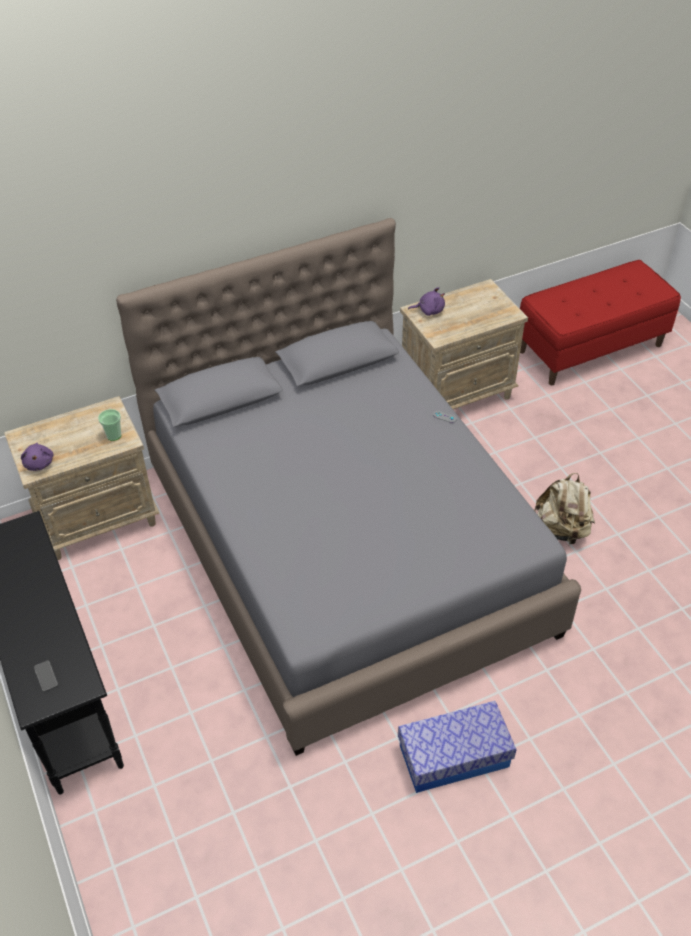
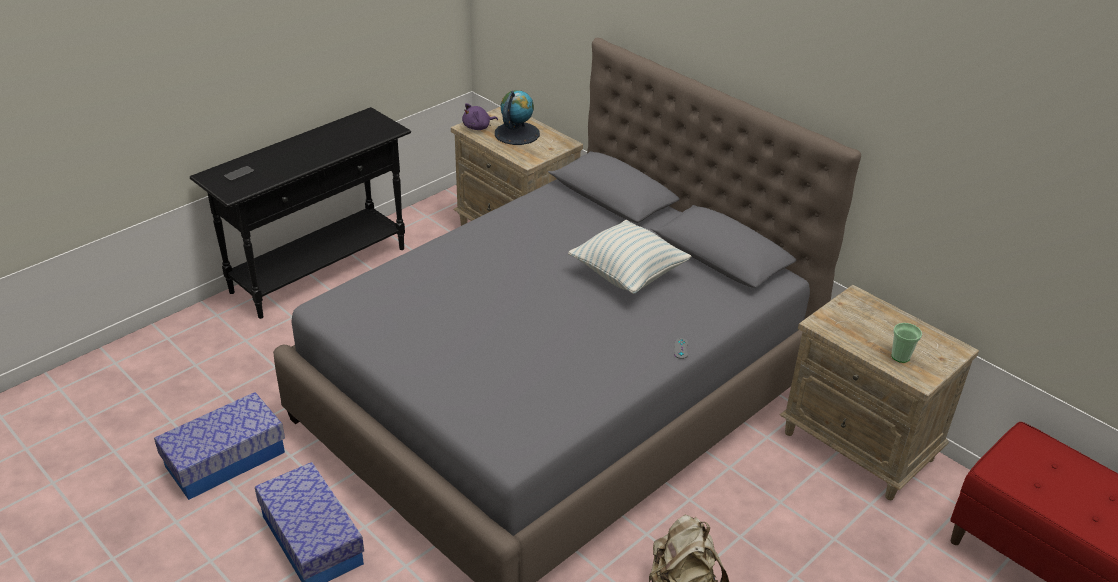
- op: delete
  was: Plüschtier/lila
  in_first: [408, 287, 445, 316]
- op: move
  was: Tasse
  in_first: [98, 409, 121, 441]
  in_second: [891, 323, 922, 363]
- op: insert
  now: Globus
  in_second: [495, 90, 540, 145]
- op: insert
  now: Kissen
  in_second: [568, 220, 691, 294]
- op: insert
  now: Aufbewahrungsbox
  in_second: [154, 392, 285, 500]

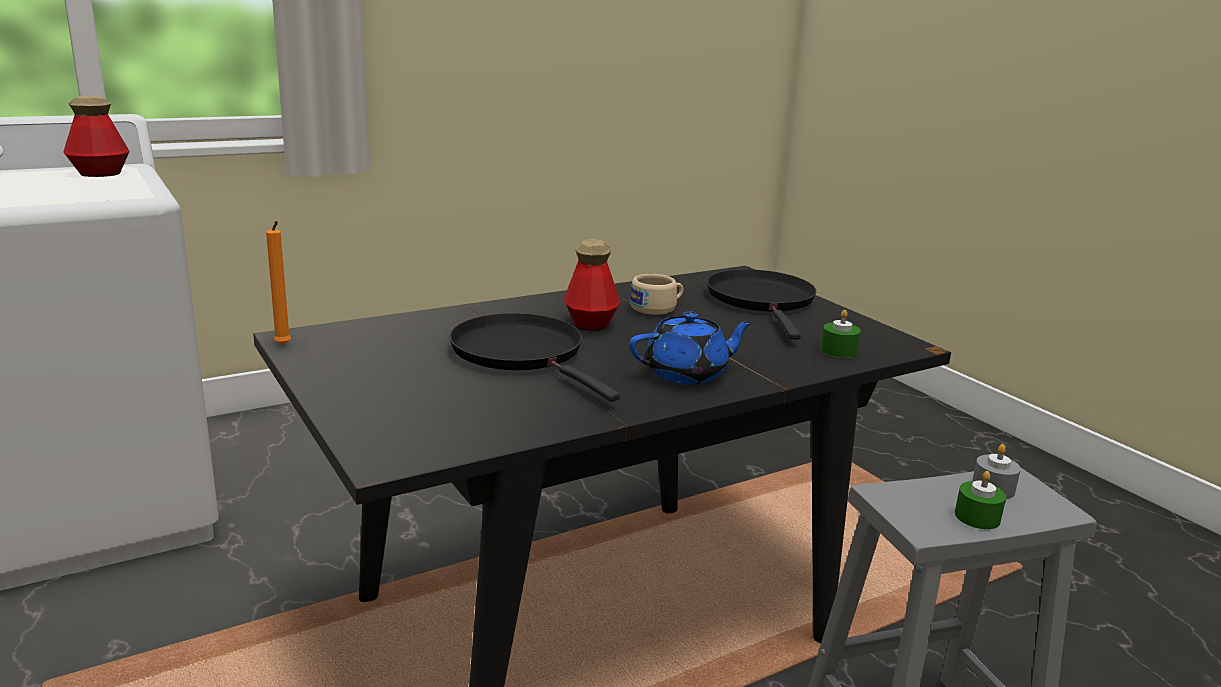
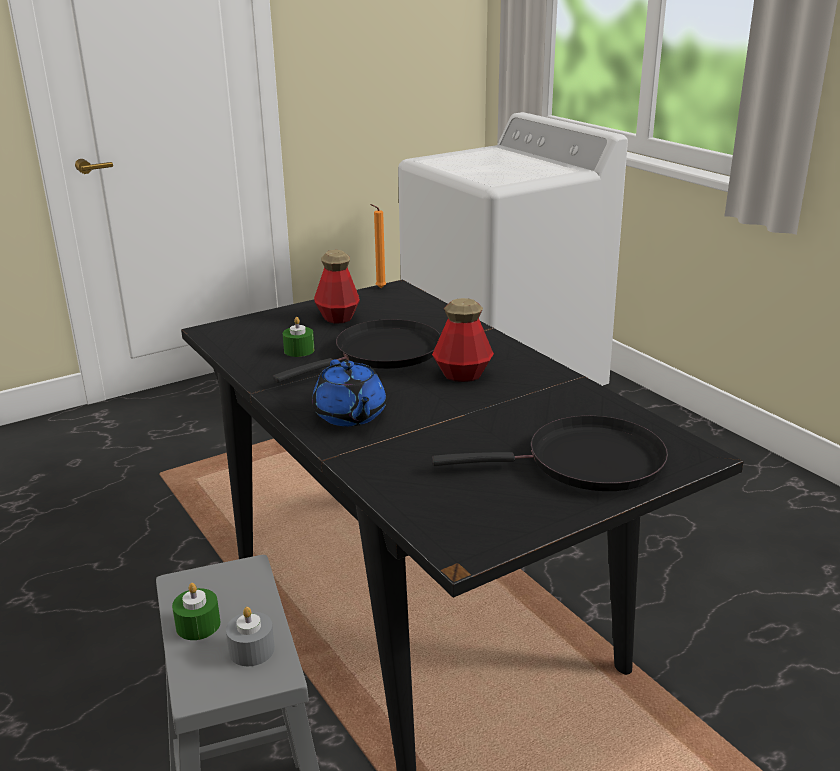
- op: move
  was: Flasche
  in_first: [63, 96, 130, 177]
  in_second: [314, 250, 360, 324]
- op: delete
  was: Tasse/beige
  in_first: [629, 274, 683, 315]
- op: move
  was: Kerze/grün
  in_first: [820, 310, 861, 358]
  in_second: [283, 317, 314, 357]

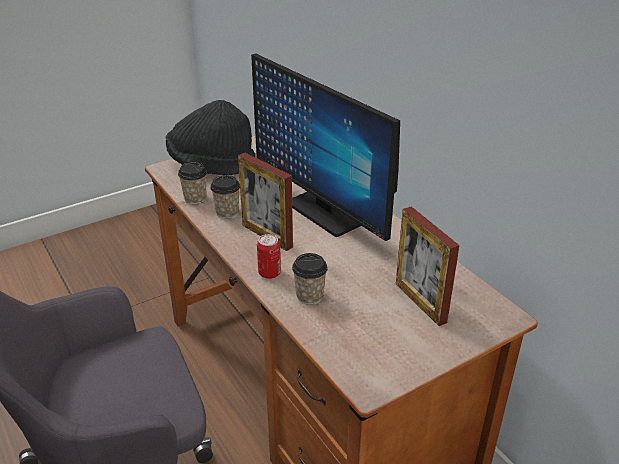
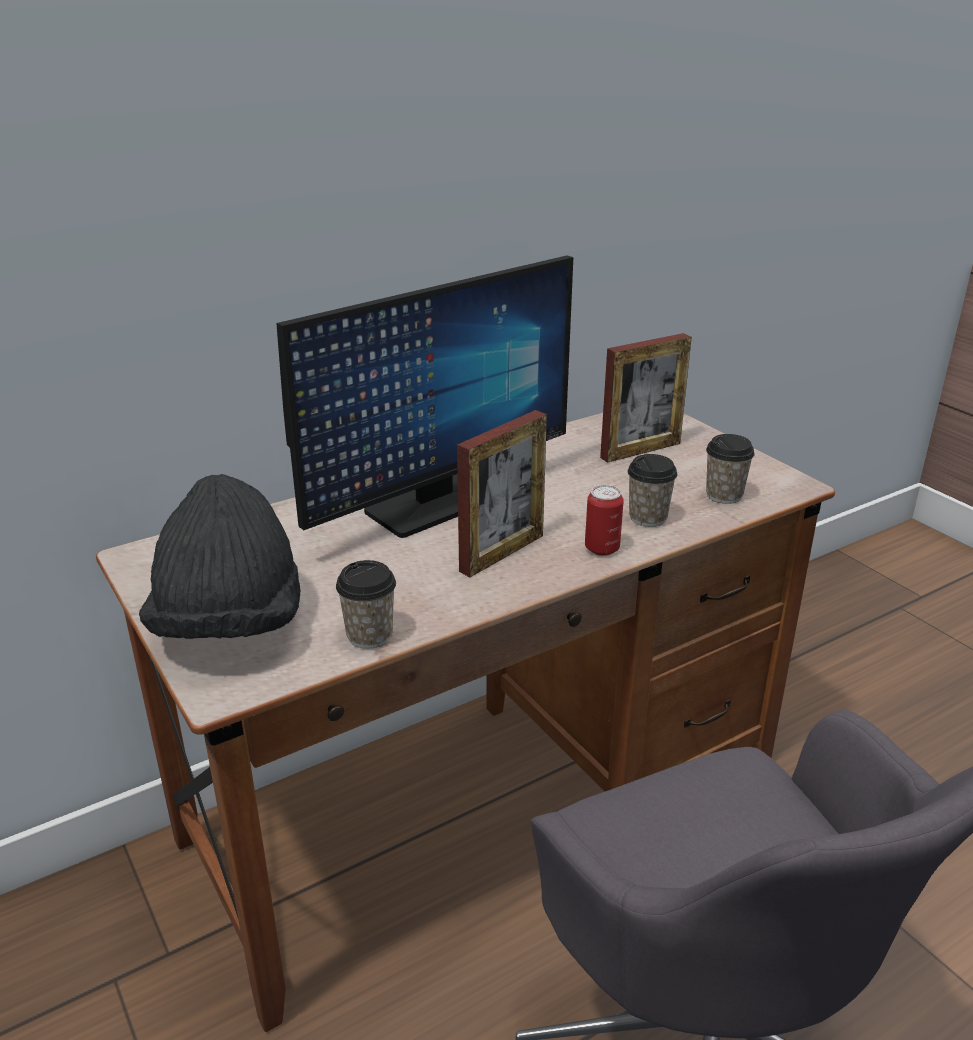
- op: move
  was: Tasse
  in_first: [210, 175, 240, 219]
  in_second: [706, 434, 755, 504]

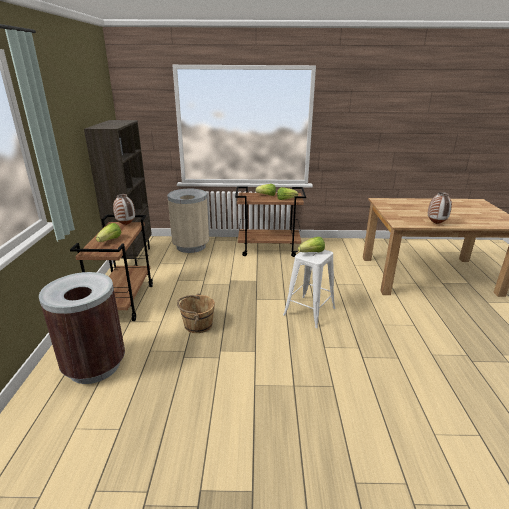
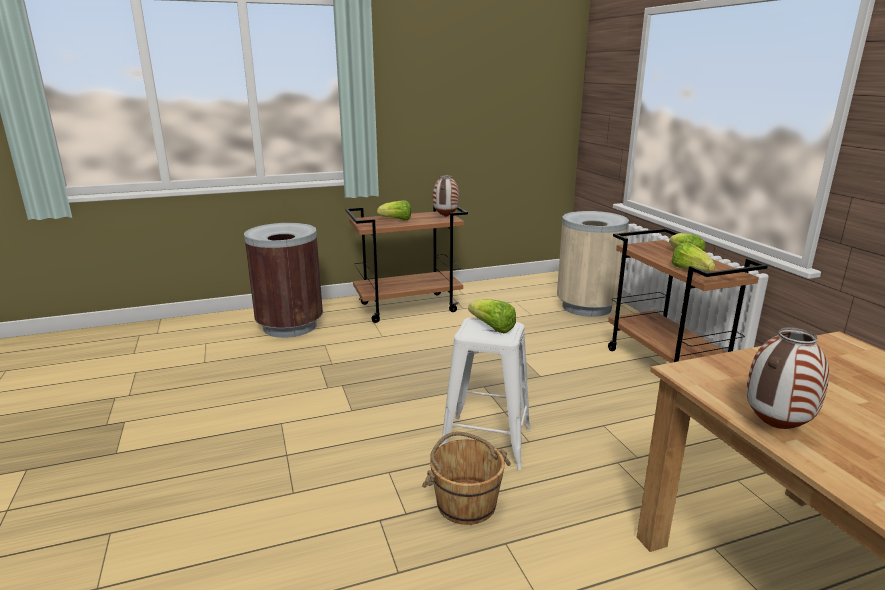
- op: delete
  was: Bücherregal/braun
  in_first: [84, 120, 152, 268]
- op: move
  was: Eimer/braun
  in_first: [177, 294, 215, 333]
  in_second: [422, 432, 511, 525]

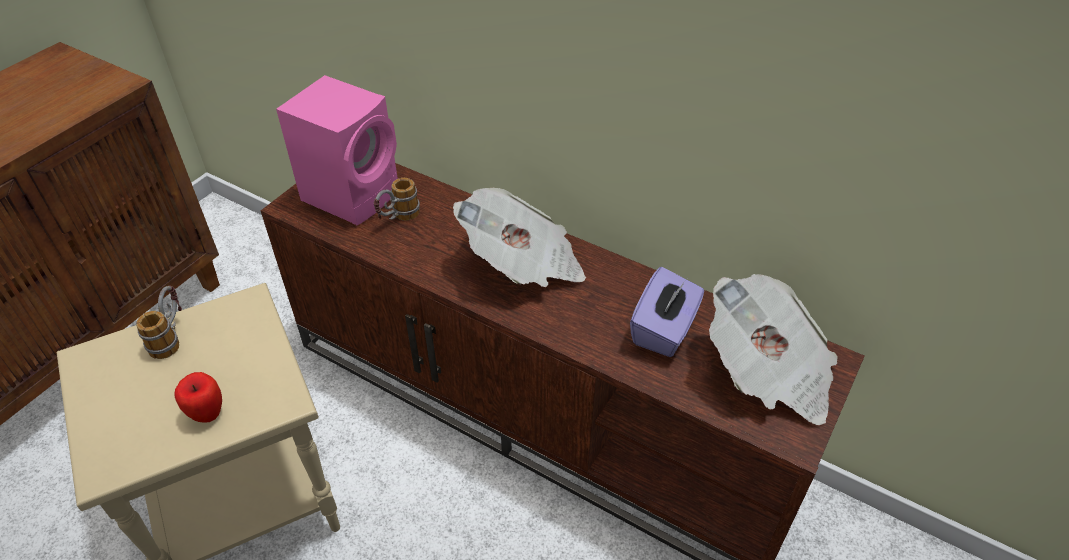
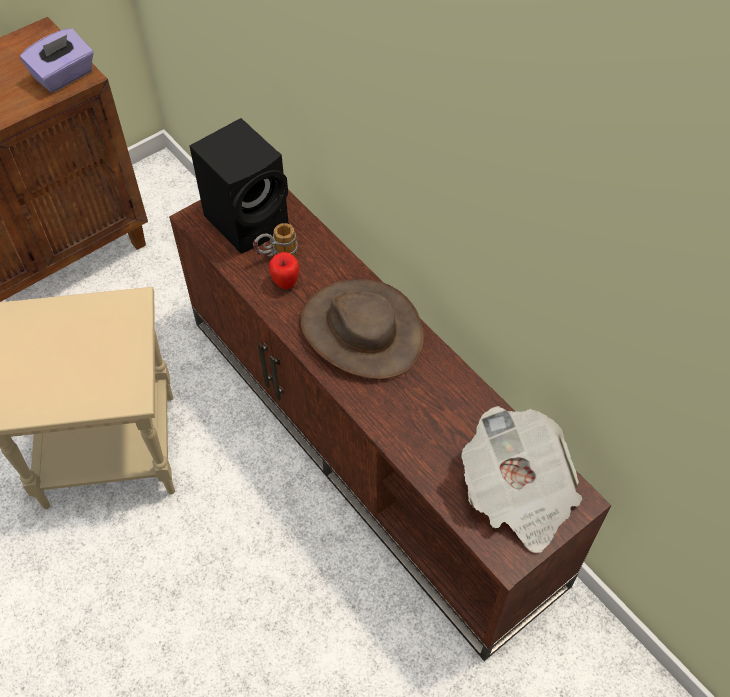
- op: recolor
  was: Lautsprecher/rosa
  now: Lautsprecher/schwarz
  in_first: [276, 75, 398, 226]
  in_second: [189, 118, 289, 254]
- op: replace
  was: Zeitung
  now: Hut/braun
  in_first: [453, 188, 586, 287]
  in_second: [300, 279, 424, 380]
- op: move
  was: Taschentuchbox/lila
  in_first: [630, 267, 704, 357]
  in_second: [20, 28, 94, 93]
- op: delete
  was: Henkelbecher
  in_first: [136, 285, 182, 359]
- op: move
  was: Apfel
  in_first: [174, 372, 222, 423]
  in_second: [269, 252, 299, 289]

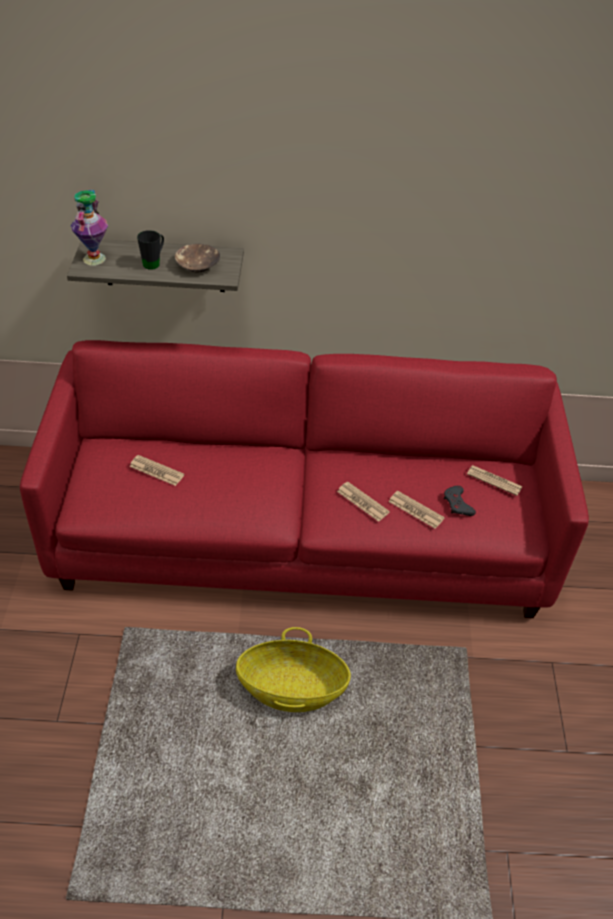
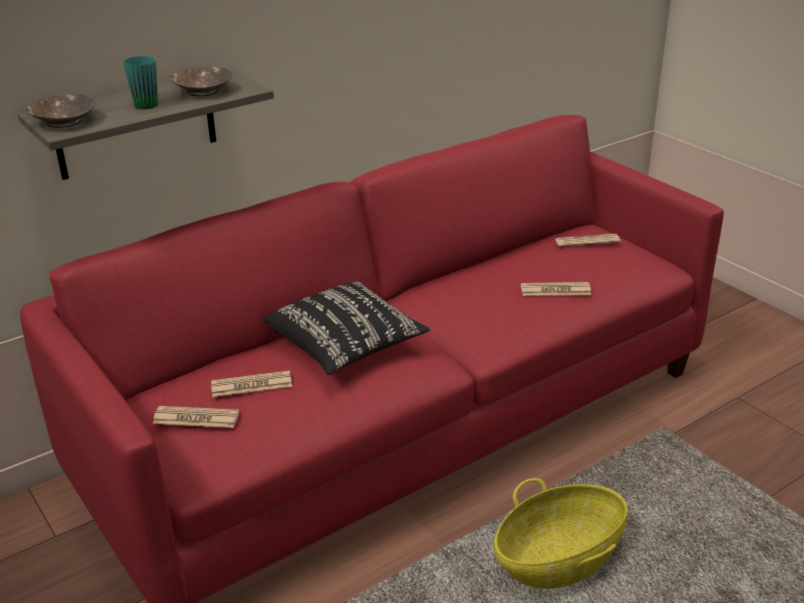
- op: replace
  was: Vase
  now: Schüssel/braun
  in_first: [71, 190, 108, 265]
  in_second: [26, 94, 95, 128]
- op: recolor
  was: Henkelbecher/schwarz
  now: Henkelbecher/türkis
  in_first: [137, 230, 164, 270]
  in_second: [123, 56, 158, 109]
- op: move
  was: Zeitung
  in_first: [337, 482, 390, 522]
  in_second: [153, 406, 239, 428]
- op: delete
  was: Gamepad/grau
  in_first: [444, 486, 476, 516]
- op: insert
  now: Kissen/schwarz
  in_second: [262, 281, 430, 375]

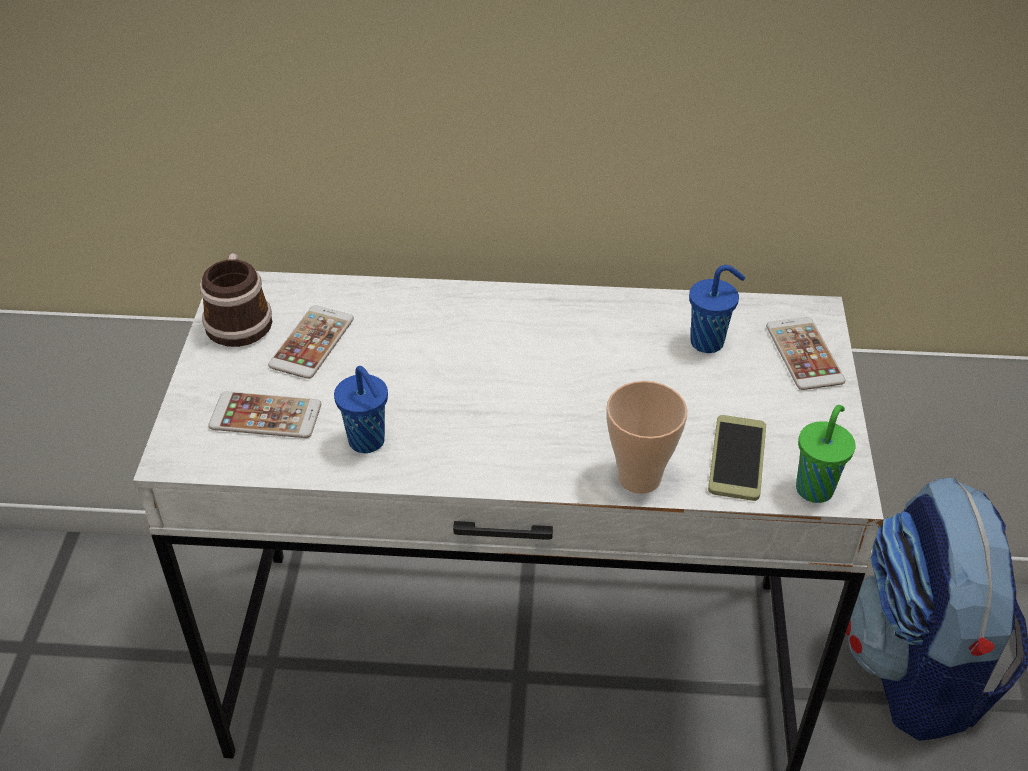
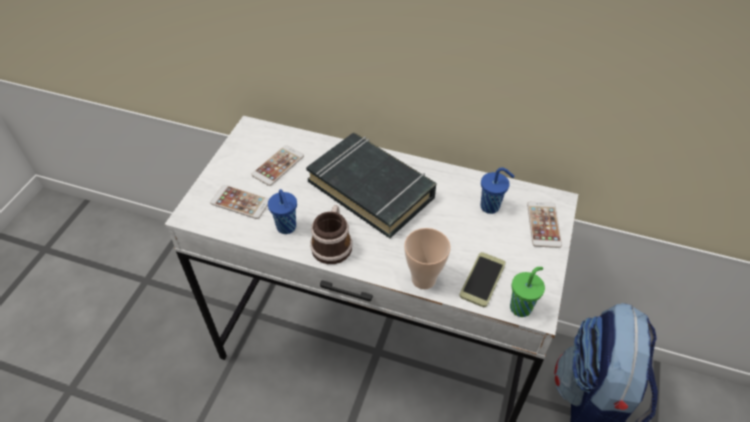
- op: move
  was: Henkelbecher
  in_first: [200, 254, 272, 347]
  in_second: [310, 205, 352, 264]
- op: insert
  now: Buch/schwarz
  in_second: [306, 133, 436, 238]

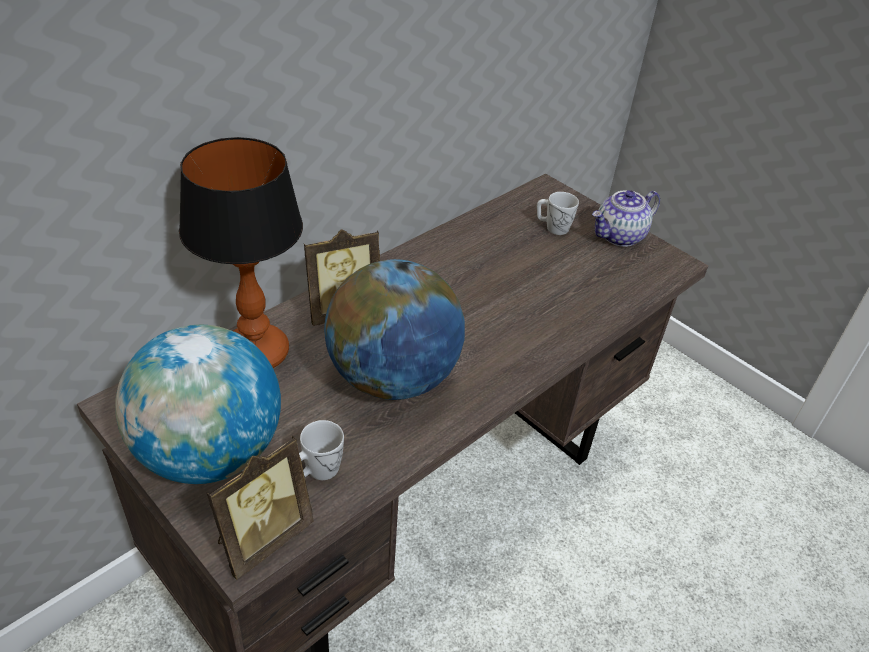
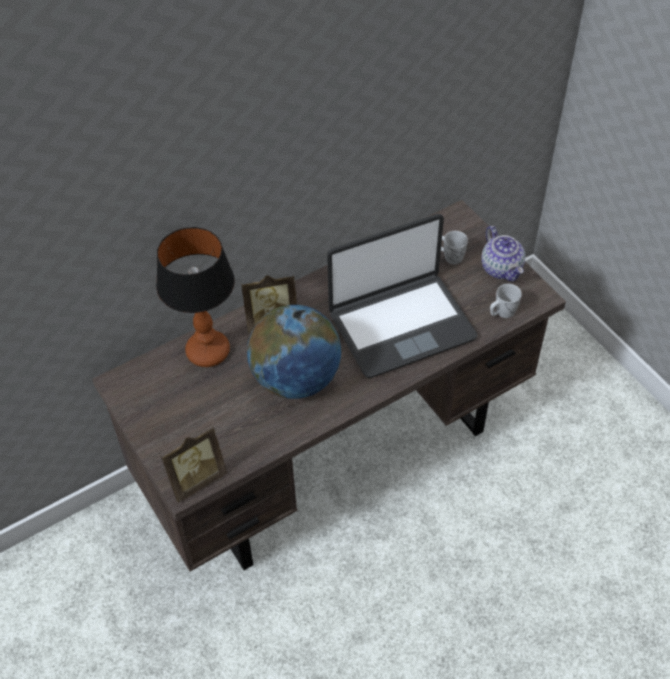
- op: rotate
  was: Teekanne
  in_first: [592, 190, 660, 247]
  in_second: [481, 226, 525, 282]
  clockwise: -90
- op: delete
  was: Globus
  in_first: [115, 325, 281, 484]
- op: move
  was: Henkelbecher/weiß
  in_first: [299, 420, 344, 480]
  in_second: [490, 284, 522, 318]
- op: insert
  now: Laptop
  in_second: [327, 214, 477, 378]

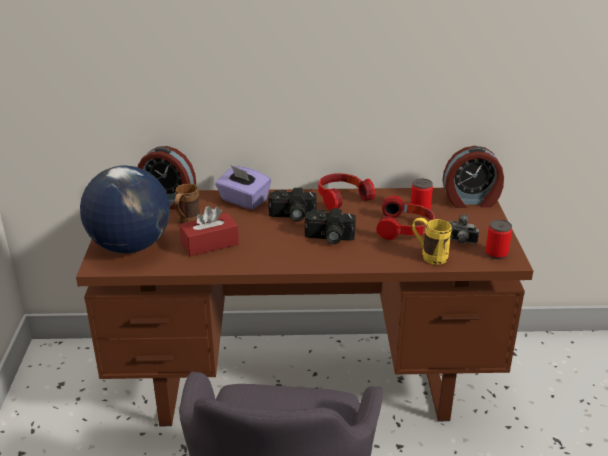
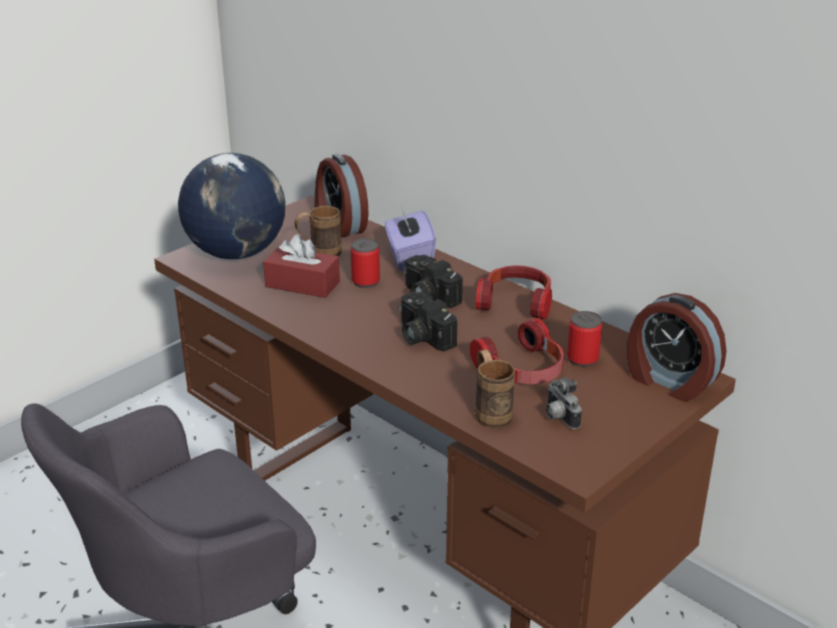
- op: recolor
  was: Henkelbecher/gelb
  now: Henkelbecher/braun
  in_first: [412, 218, 452, 265]
  in_second: [475, 349, 515, 429]
- op: move
  was: Dose
  in_first: [485, 220, 512, 259]
  in_second: [351, 238, 380, 288]

